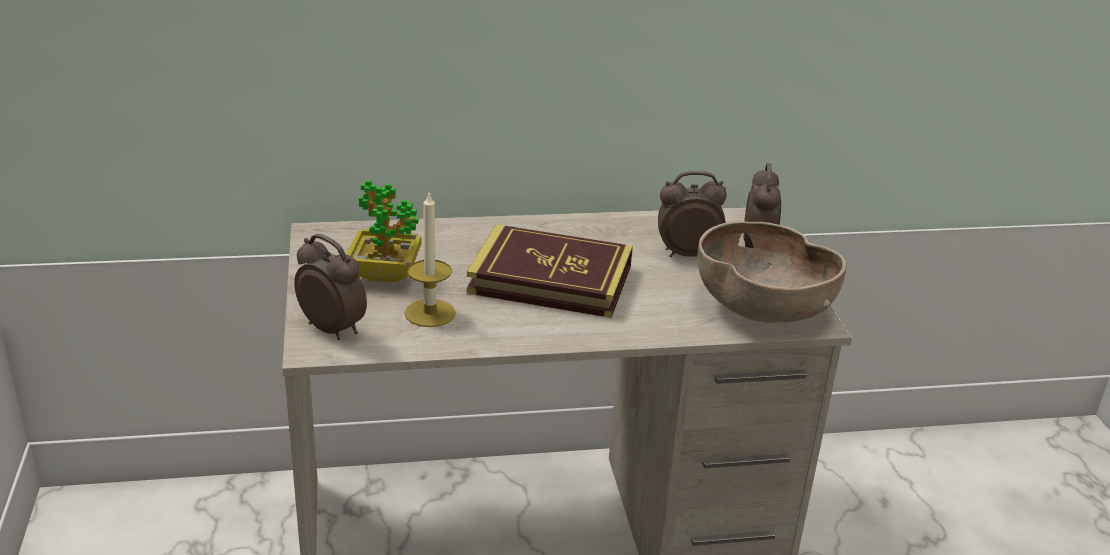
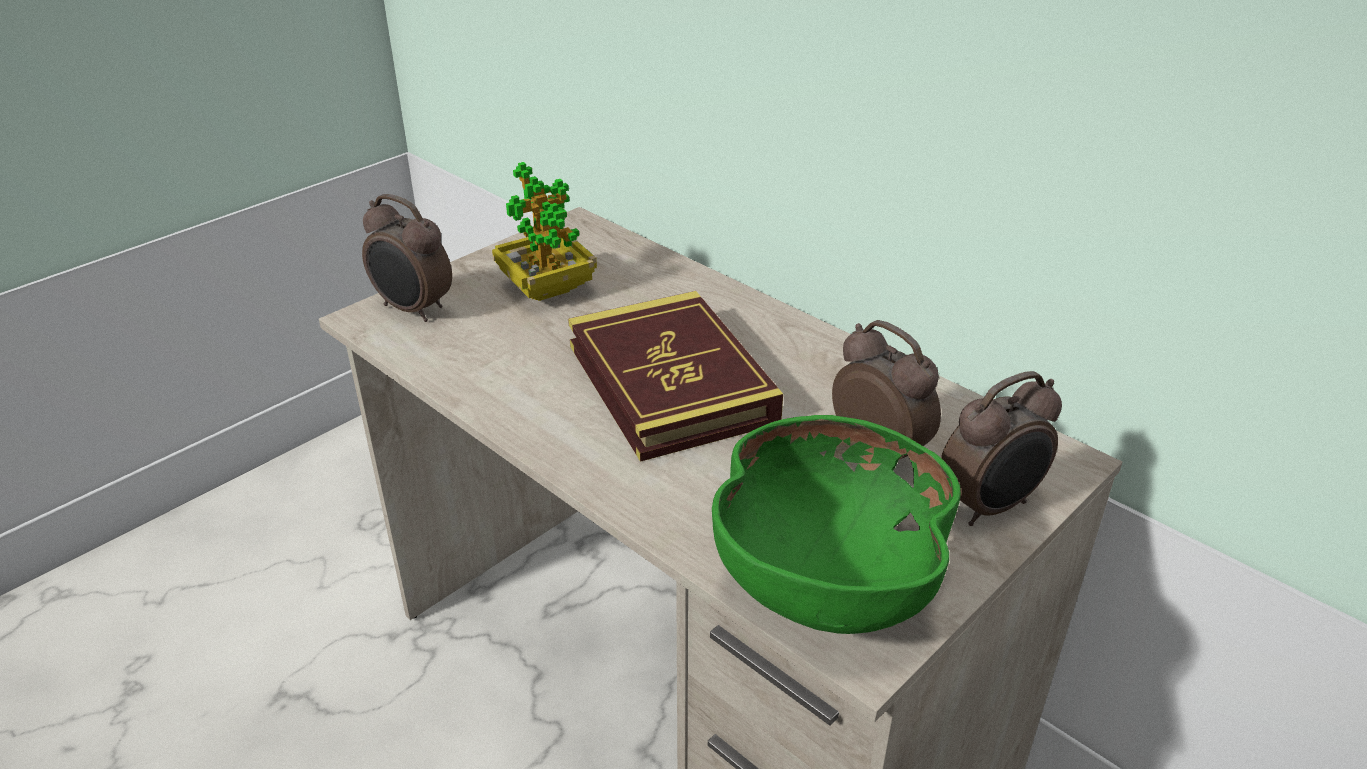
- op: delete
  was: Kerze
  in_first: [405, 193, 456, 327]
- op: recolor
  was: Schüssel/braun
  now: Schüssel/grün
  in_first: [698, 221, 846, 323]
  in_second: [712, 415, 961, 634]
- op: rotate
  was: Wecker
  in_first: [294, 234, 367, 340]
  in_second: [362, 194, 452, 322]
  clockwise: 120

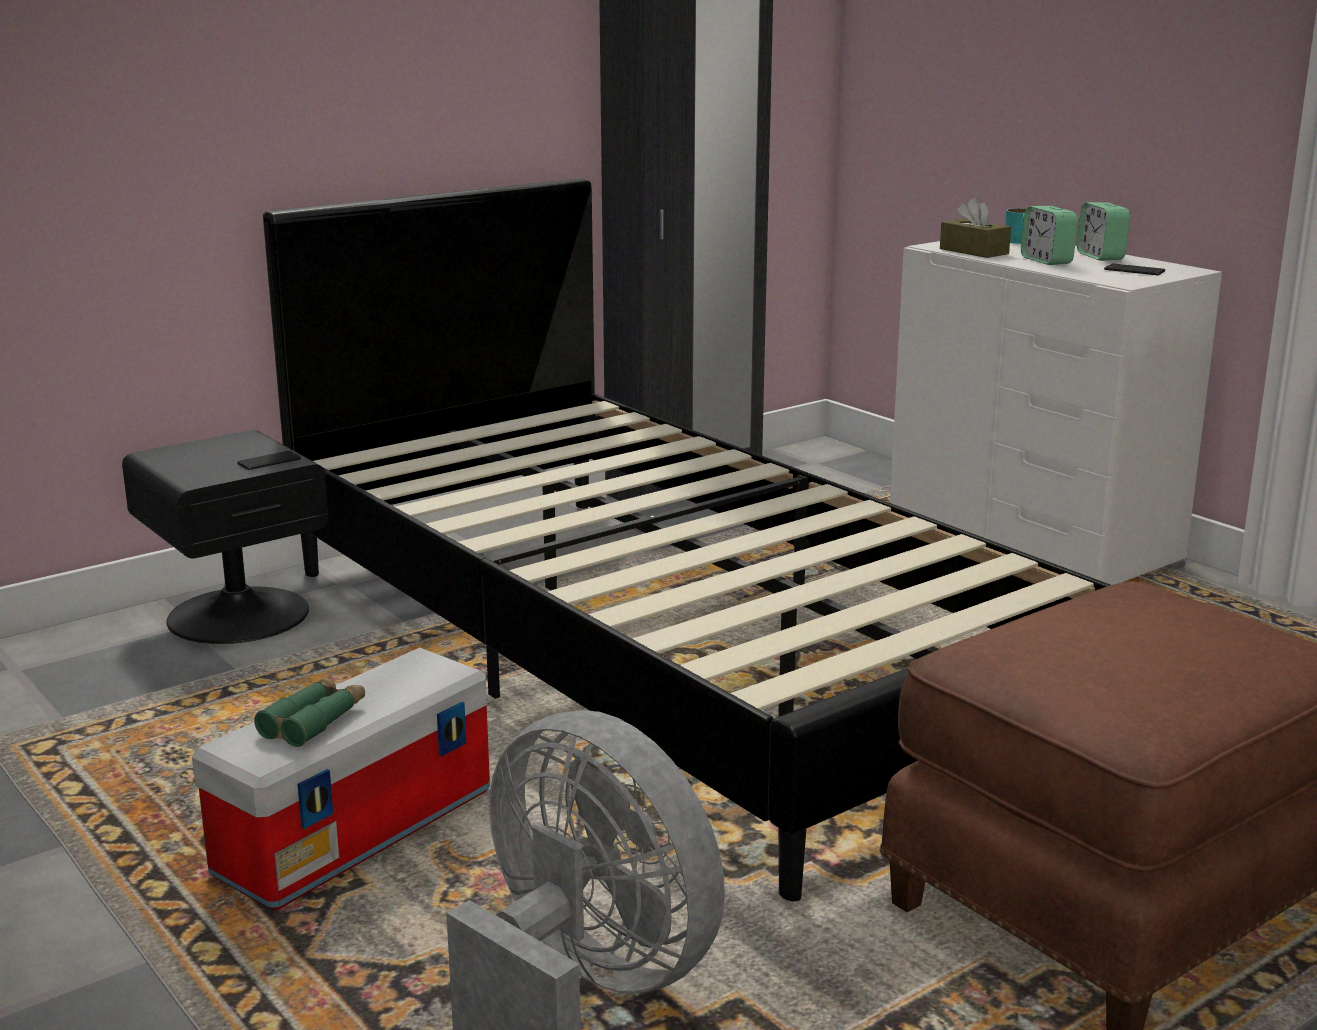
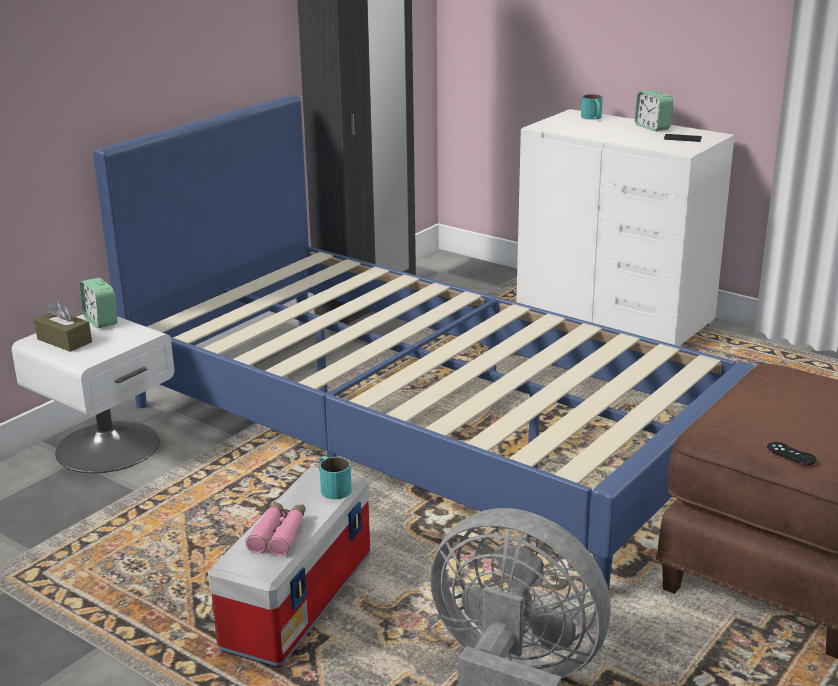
- op: recolor
  was: Bett/schwarz
  now: Bett/blau
  in_first: [263, 178, 1110, 901]
  in_second: [93, 95, 756, 590]
- op: move
  was: Taschentuchbox/braun
  in_first: [940, 197, 1011, 258]
  in_second: [34, 300, 92, 352]
- op: move
  was: Wecker
  in_first: [1021, 206, 1078, 265]
  in_second: [80, 278, 117, 328]
- op: recolor
  was: Nachttisch/schwarz
  now: Nachttisch/weiß
  in_first: [122, 430, 328, 644]
  in_second: [12, 314, 174, 473]
- op: delete
  was: Handy
  in_first: [238, 451, 302, 470]
- op: recolor
  was: Fernglas/grün
  now: Fernglas/rosa
  in_first: [254, 677, 365, 747]
  in_second: [246, 502, 306, 556]
- op: insert
  now: Gamepad/schwarz
  in_second: [767, 442, 817, 465]
- op: insert
  now: Henkelbecher/türkis
  in_second: [319, 456, 352, 499]

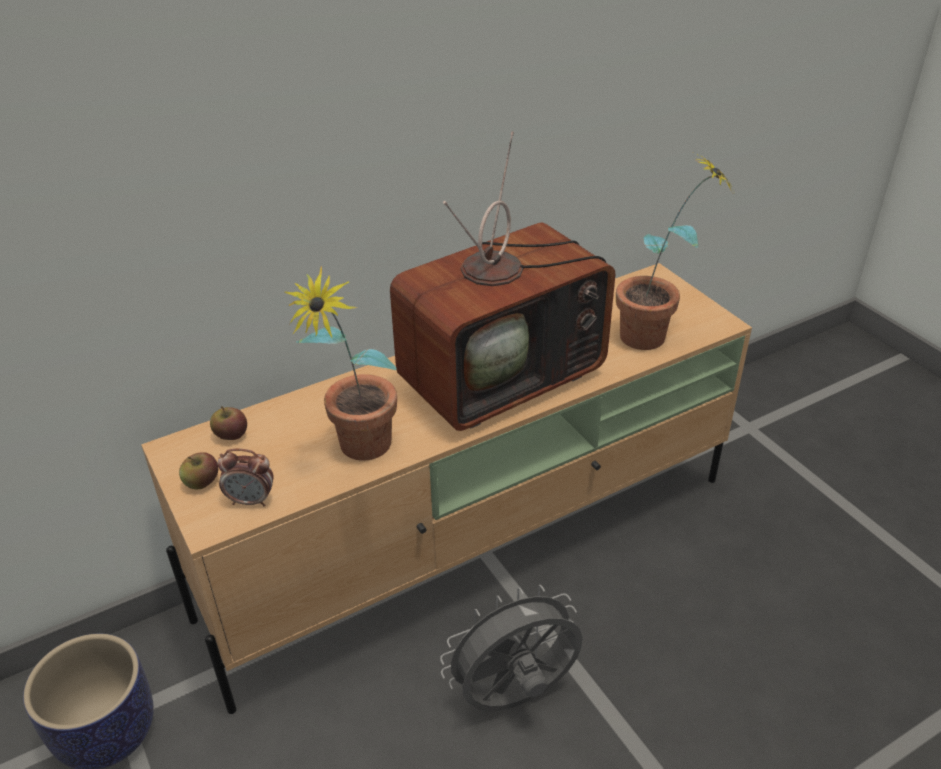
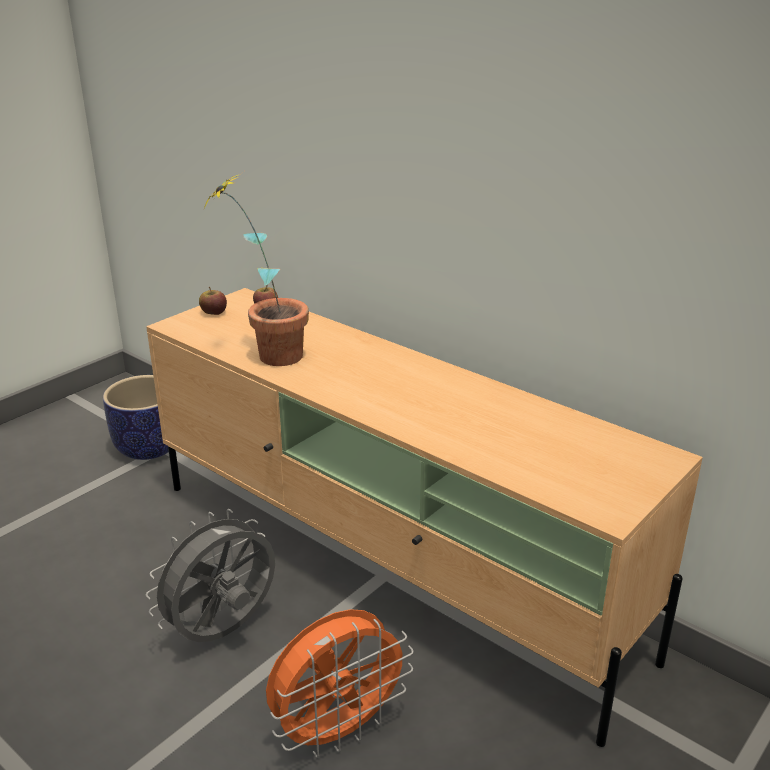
- op: delete
  was: Fernseher
  in_first: [390, 131, 615, 431]
- op: delete
  was: Topfpflanze
  in_first: [616, 153, 736, 350]
- op: delete
  was: Wecker
  in_first: [218, 449, 274, 506]
- op: rotate
  was: Ventilator/grau
  in_first: [440, 585, 583, 711]
  in_second: [146, 509, 275, 642]
  clockwise: -90
- op: insert
  now: Ventilator/orange
  in_second: [266, 609, 414, 758]

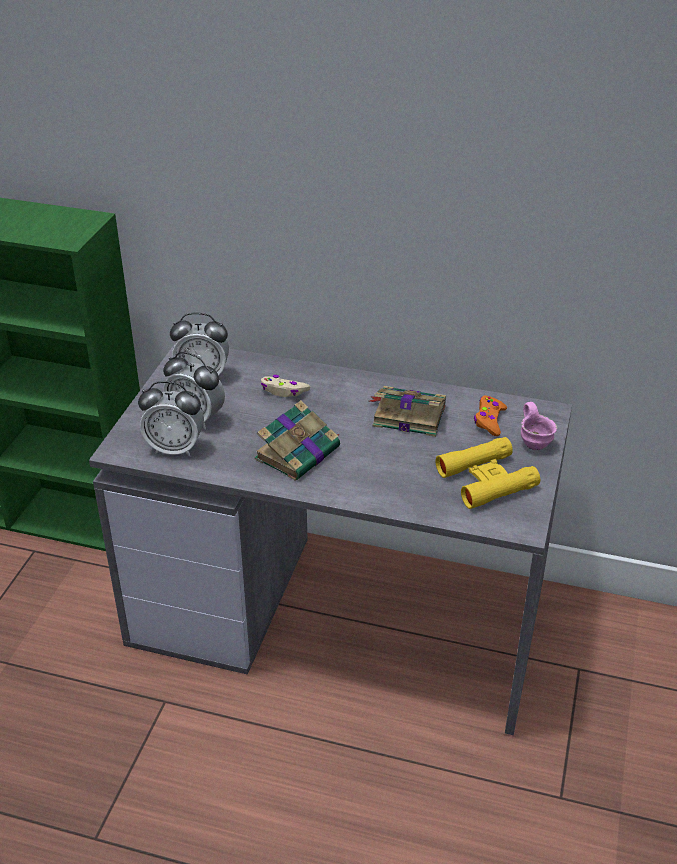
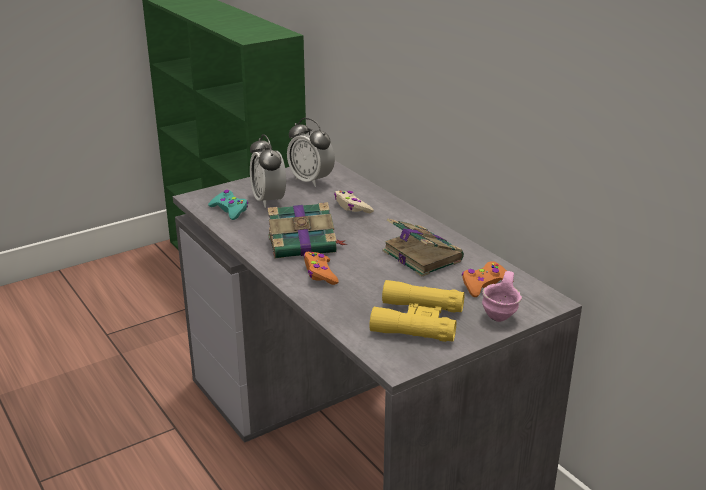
- op: replace
  was: Wecker
  now: Gamepad/türkis
  in_first: [138, 381, 204, 457]
  in_second: [208, 190, 248, 220]
- op: insert
  now: Gamepad/orange
  in_second: [304, 252, 339, 285]

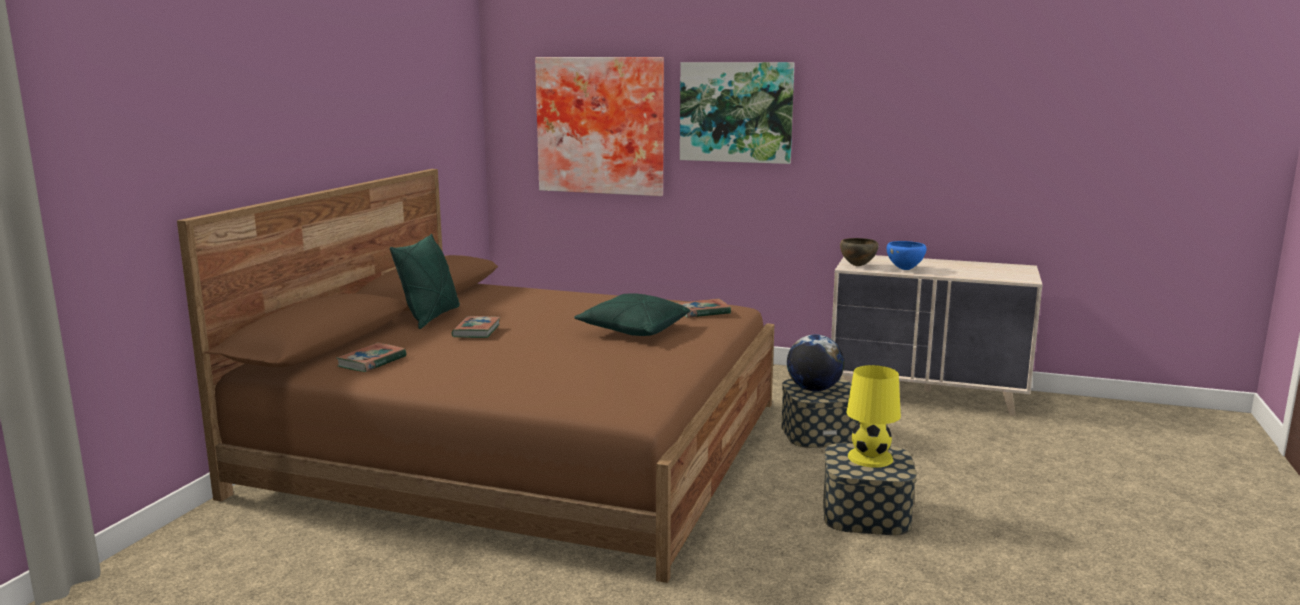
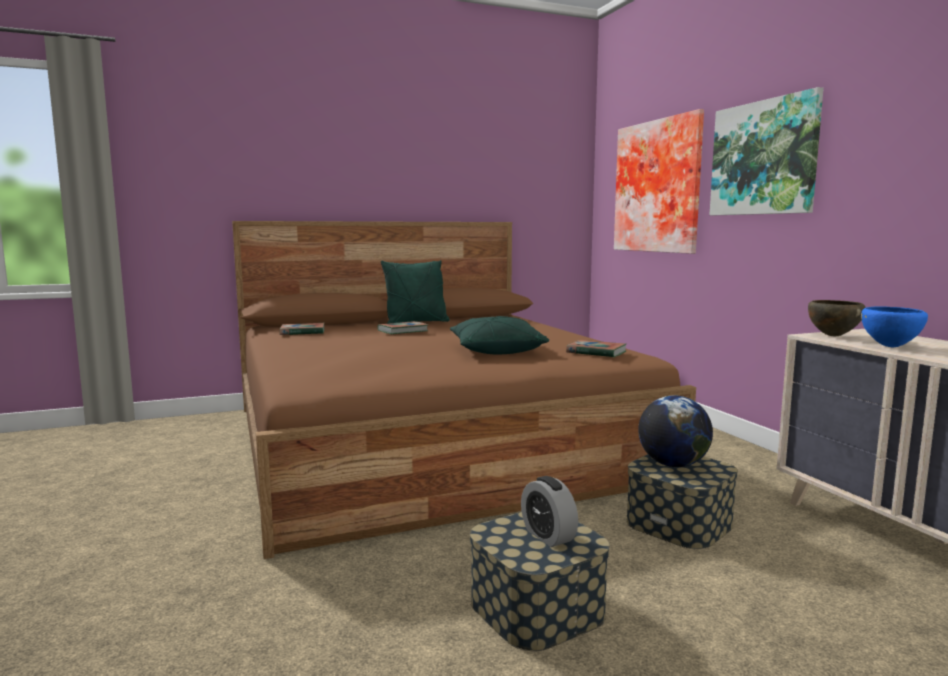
- op: replace
  was: Tischlampe/gelb
  now: Wecker
  in_first: [846, 365, 901, 468]
  in_second: [521, 476, 578, 547]

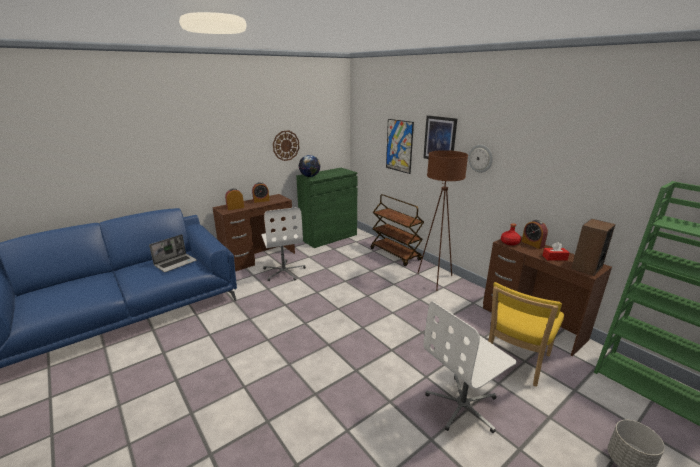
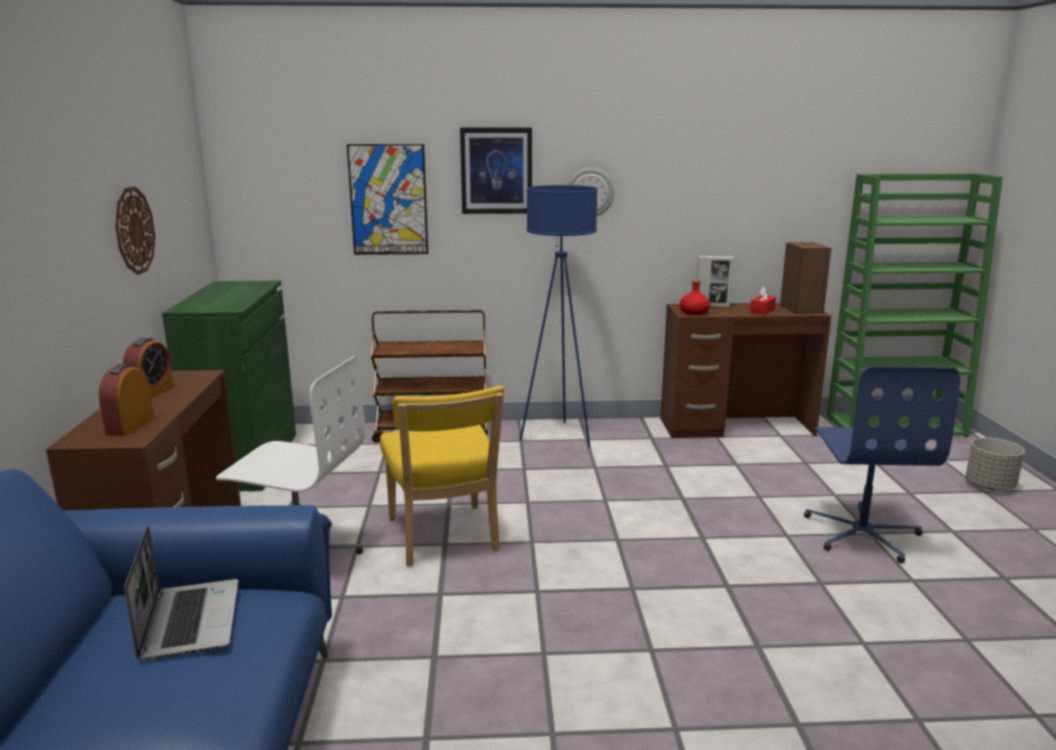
- op: recolor
  was: Stehlampe/braun
  now: Stehlampe/blau
  in_first: [418, 150, 468, 291]
  in_second: [520, 185, 598, 447]
- op: delete
  was: Globus
  in_first: [299, 155, 320, 177]
- op: replace
  was: Wecker
  now: Bilderrahmen
  in_first: [522, 220, 548, 249]
  in_second: [697, 256, 734, 307]
- op: move
  was: Stuhl/gelb
  in_first: [488, 282, 564, 387]
  in_second: [380, 386, 504, 566]
- op: recolor
  was: Bürostuhl/weiß
  now: Bürostuhl/blau
  in_first: [423, 301, 517, 433]
  in_second: [804, 367, 960, 563]

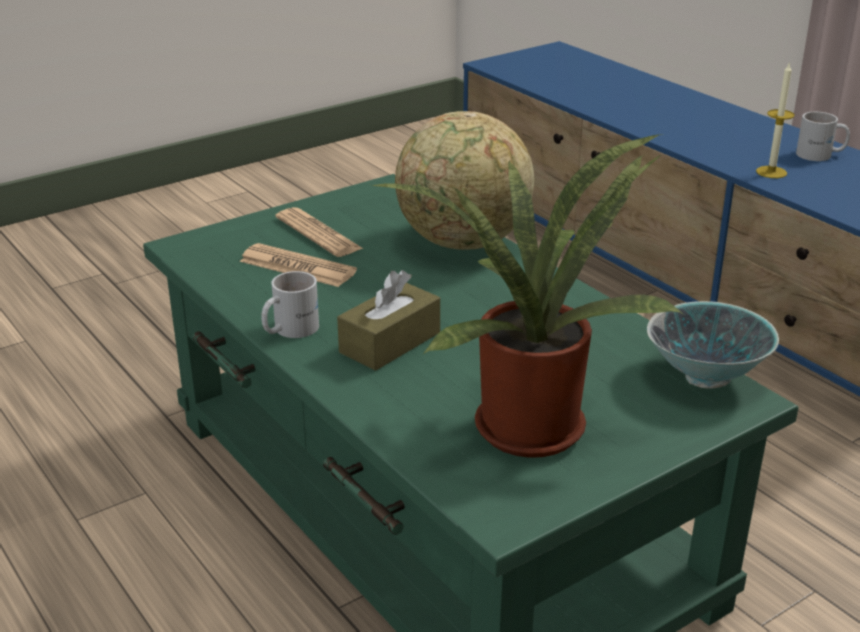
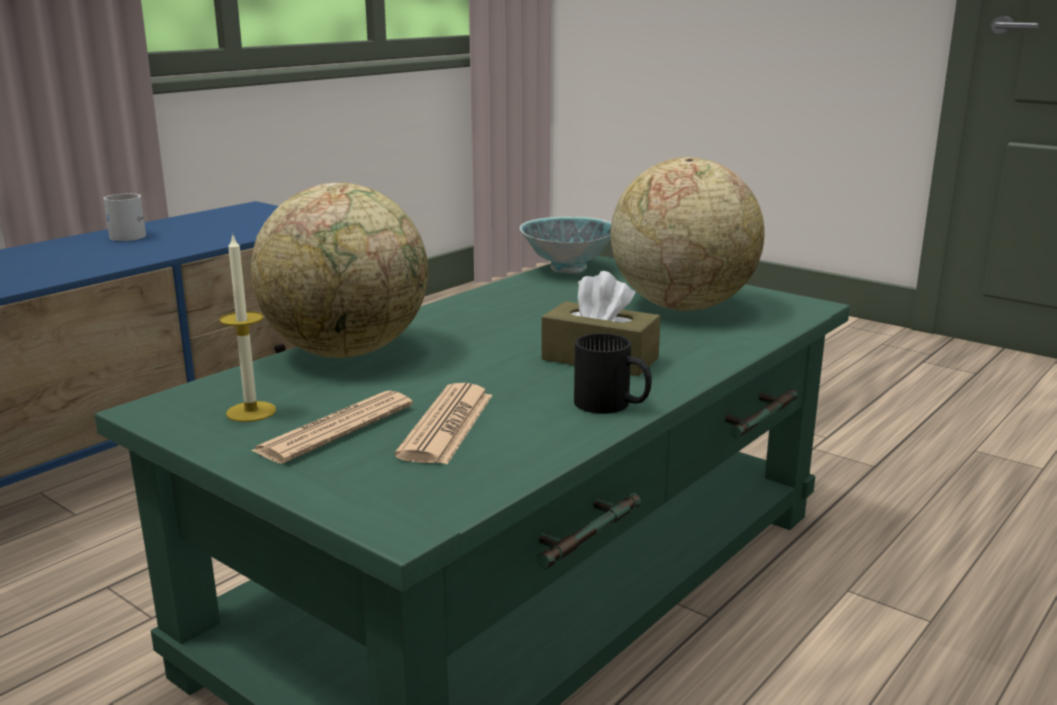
- op: move
  was: Kerze
  in_first: [756, 62, 795, 178]
  in_second: [219, 233, 276, 422]
- op: replace
  was: Topfpflanze
  now: Globus
  in_first: [372, 134, 684, 458]
  in_second: [611, 157, 764, 311]
- op: recolor
  was: Henkelbecher/weiß
  now: Henkelbecher/schwarz
  in_first: [261, 271, 319, 338]
  in_second: [574, 333, 652, 414]

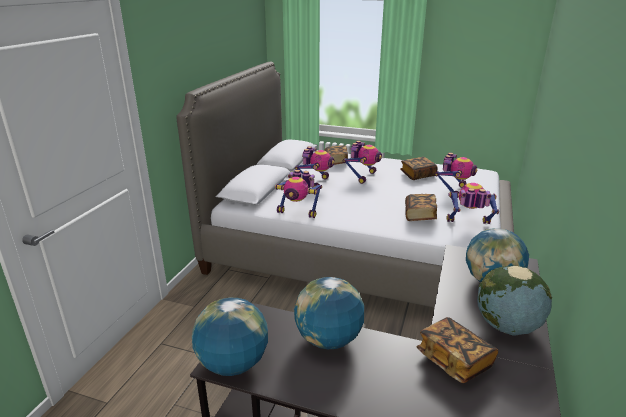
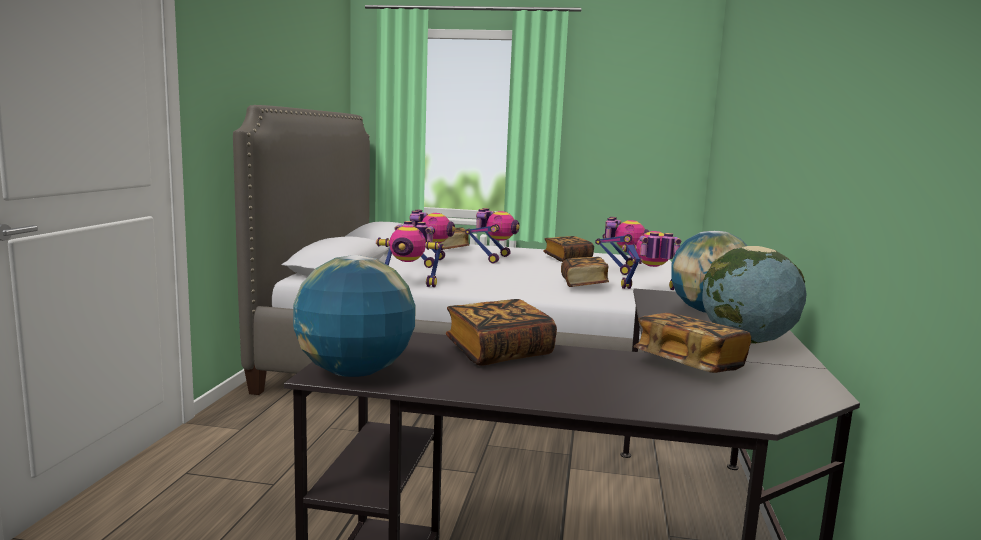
- op: replace
  was: Globus
  now: Buch
  in_first: [294, 277, 364, 349]
  in_second: [446, 299, 557, 366]

